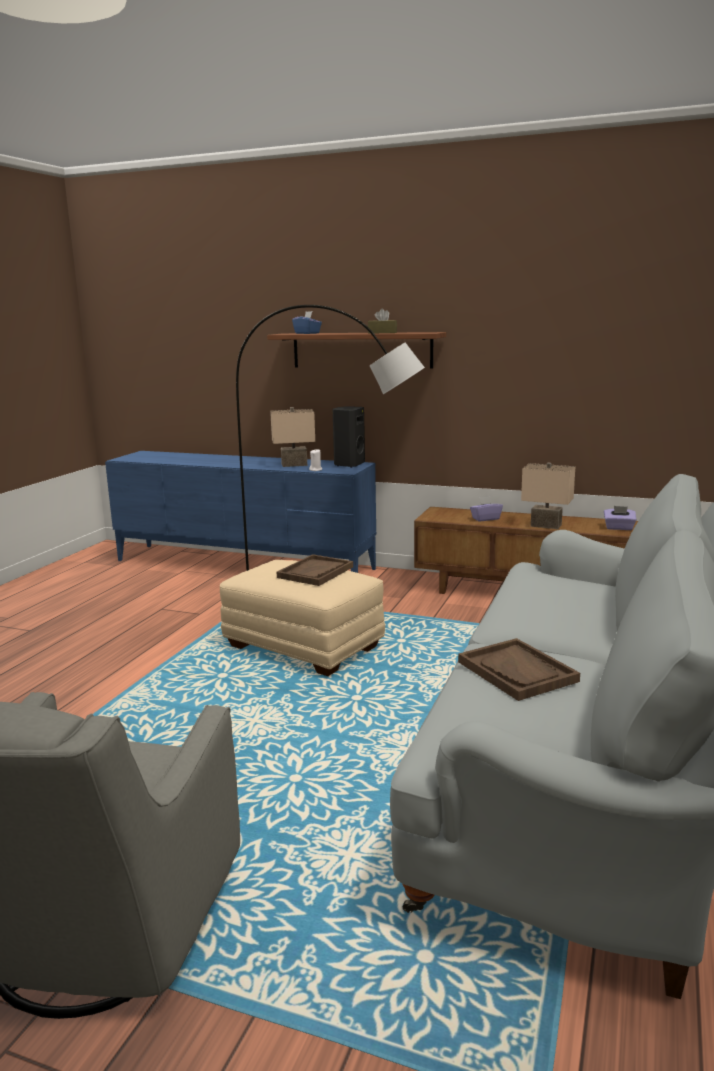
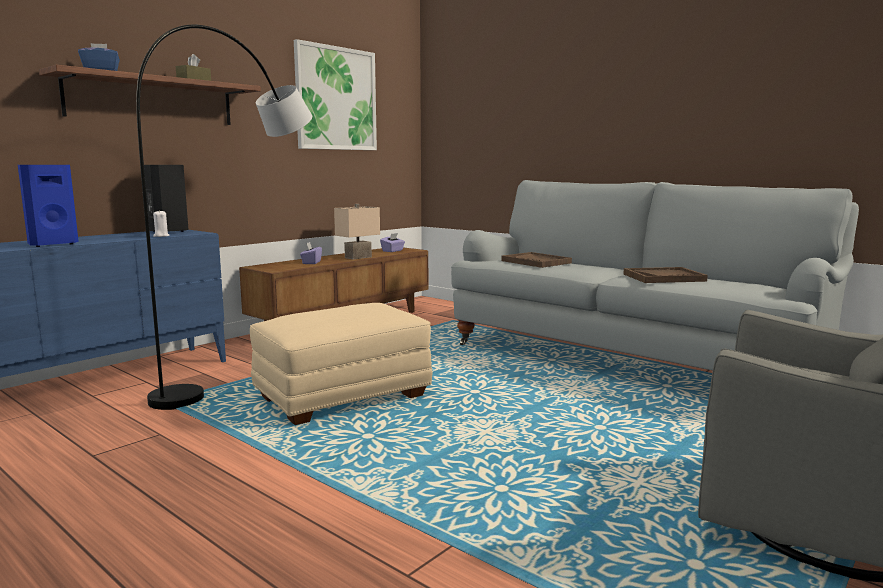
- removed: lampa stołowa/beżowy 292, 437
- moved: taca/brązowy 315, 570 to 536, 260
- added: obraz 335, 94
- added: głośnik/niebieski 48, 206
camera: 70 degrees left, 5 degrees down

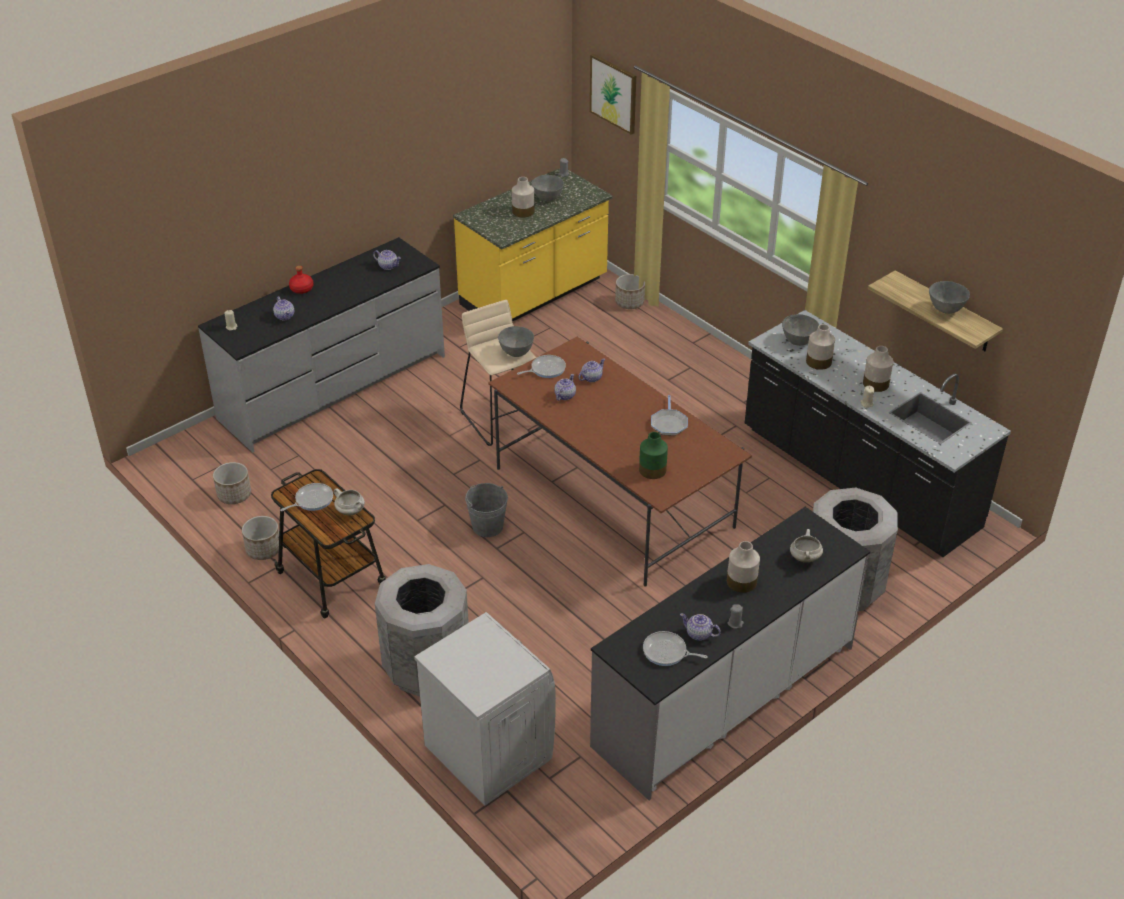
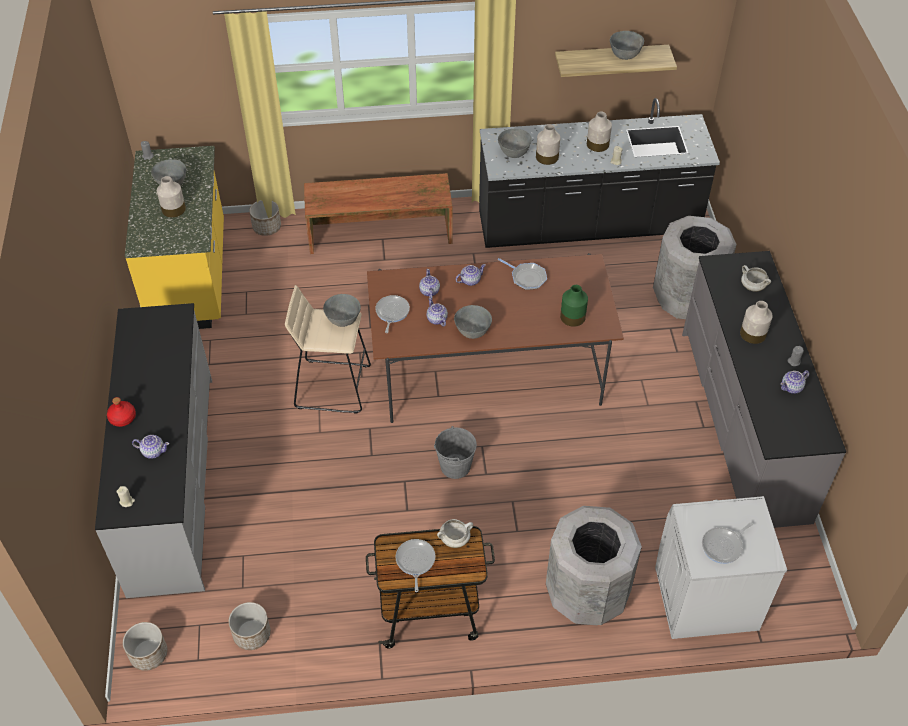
- removed: obraz 613, 94
- moved: imbryk 387, 260 to 471, 275
- moved: donica 260, 538 to 145, 646
- moved: patelnia 675, 648 to 727, 543
- added: ławka/brązowy 378, 213
- added: miska/szary 473, 322
camera: 55 degrees left, 10 degrees up

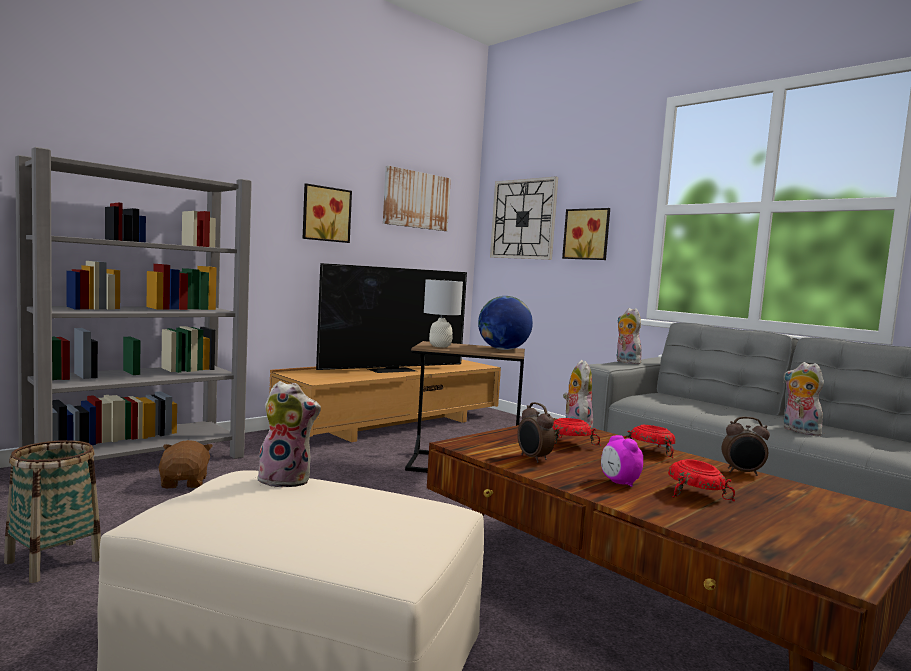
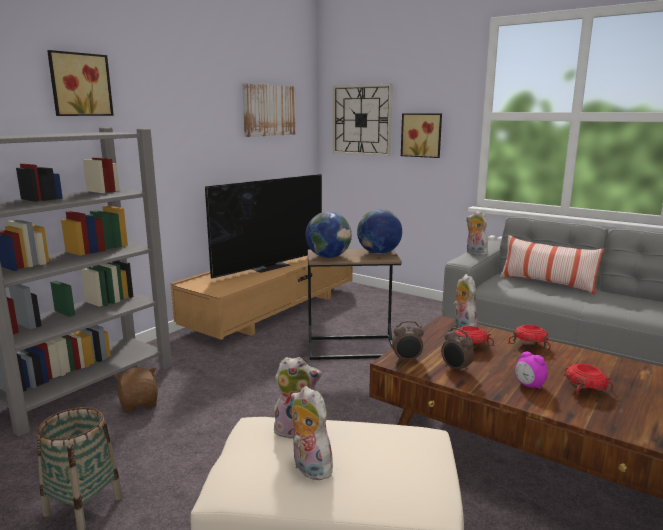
- moved: obraz 327, 213 to 80, 83
- replaced: lampa stołowa/szary 443, 313 to globus 329, 235
- moved: pluszak 804, 399 to 314, 433
- moved: budzik 746, 446 to 408, 341
- added: poduszka 552, 264
camera: 10 degrees left, 10 degrees up

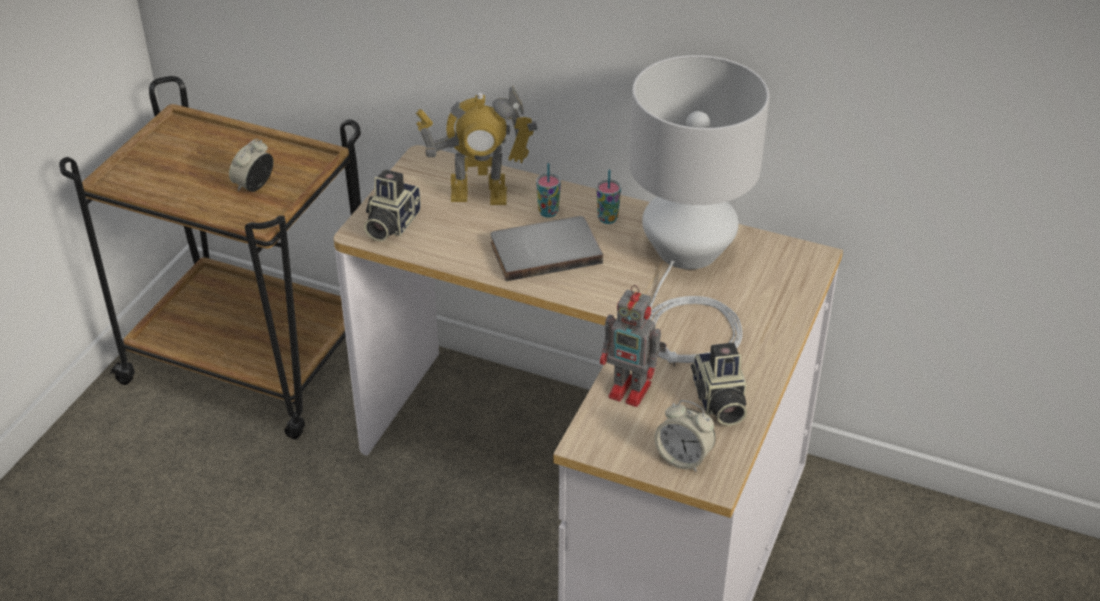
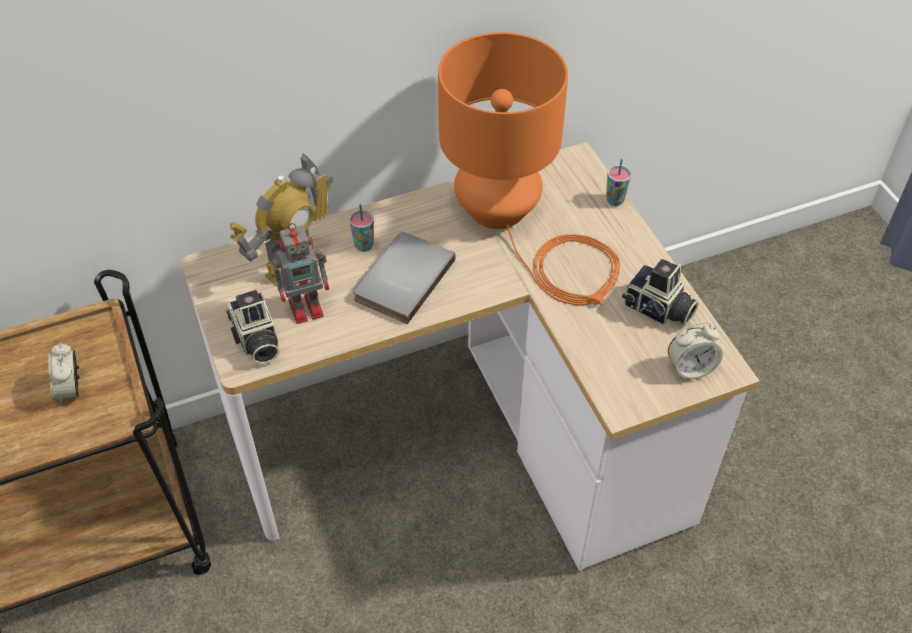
- recoloured: lampa stołowa/biały 699, 211 to lampa stołowa/pomarańczowy 529, 168
- moved: filiżanka 608, 196 to 618, 182
- moved: robot zabawkowy 633, 346 to 300, 273
camera: 45 degrees left, 10 degrees up

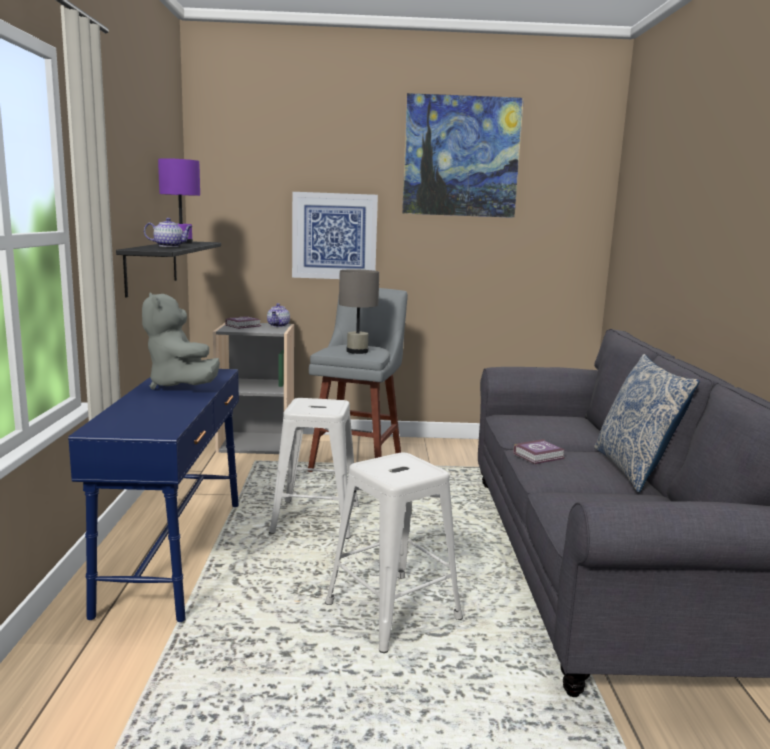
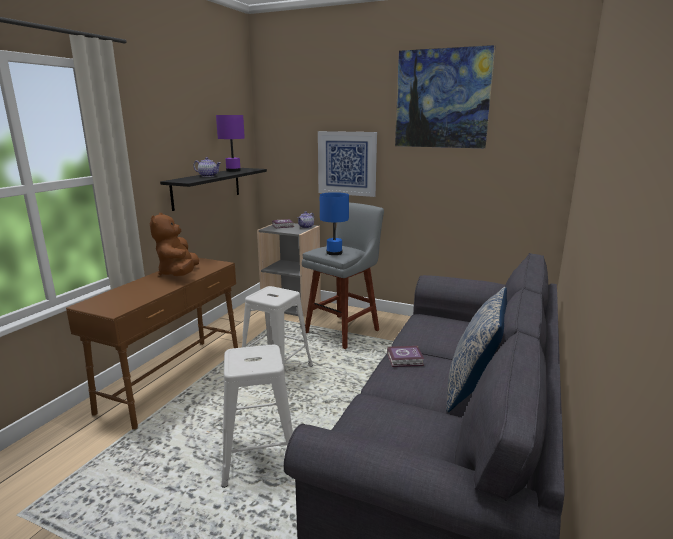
- recoloured: lampa stołowa/szary 359, 311 to lampa stołowa/niebieski 334, 223
- recoloured: pluszak/szary 181, 341 to pluszak/brązowy 174, 244
- recoloured: stolik konsolowy/niebieski 153, 495 to stolik konsolowy/brązowy 152, 344
camera: 25 degrees right, 5 degrees up

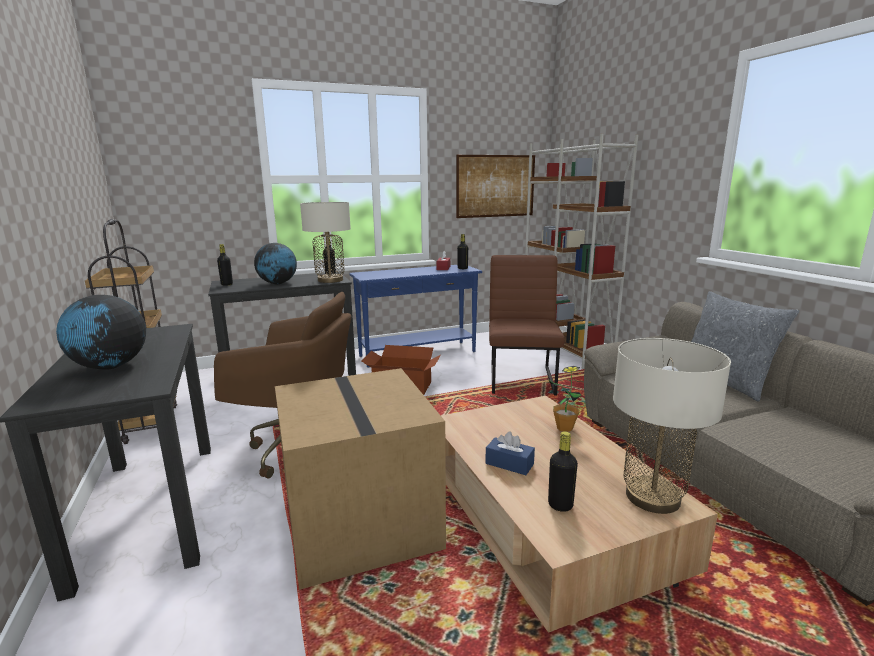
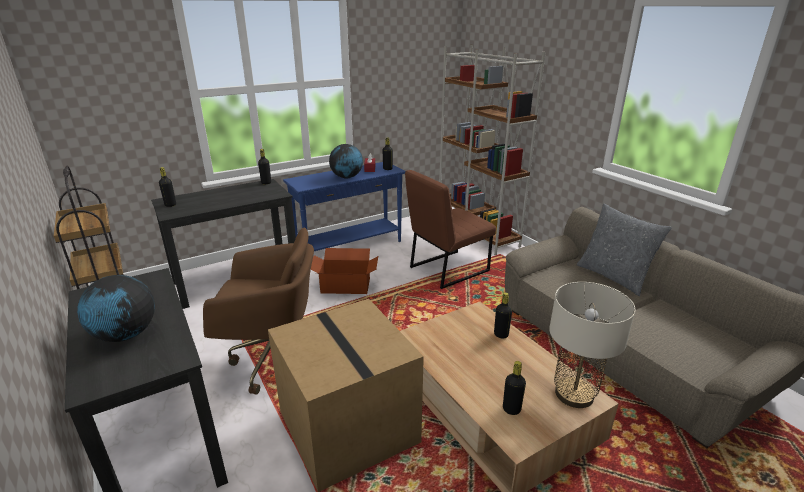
- removed: obraz 495, 186
- removed: lampa stołowa 325, 242
- moved: globus 275, 263 to 346, 161
- turned: krzesło/brązowy 526, 325 = 450, 229 120 degrees counterclockwise
- replaced: roślina doniczkowa 565, 399 to butelka/czarny 503, 315
- removed: pudełko chusteczek/niebieski 510, 453
camera: 10 degrees left, 10 degrees up

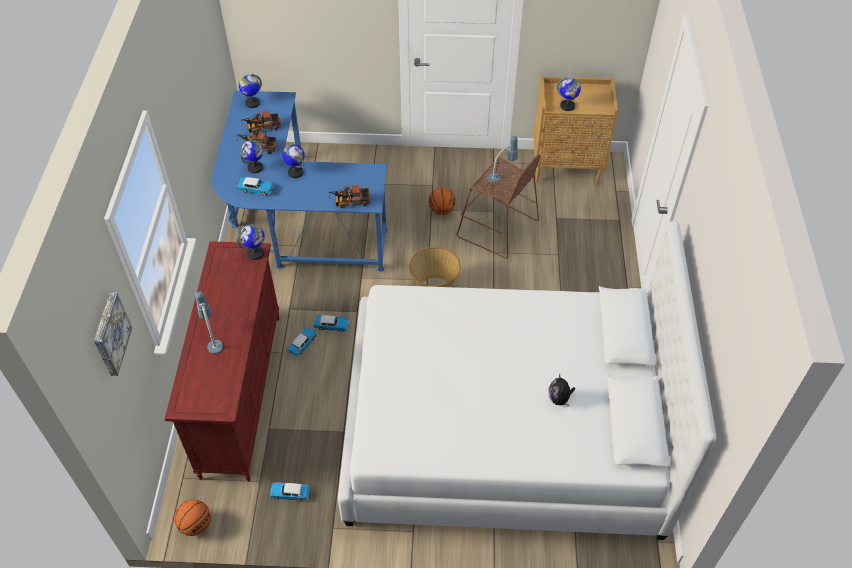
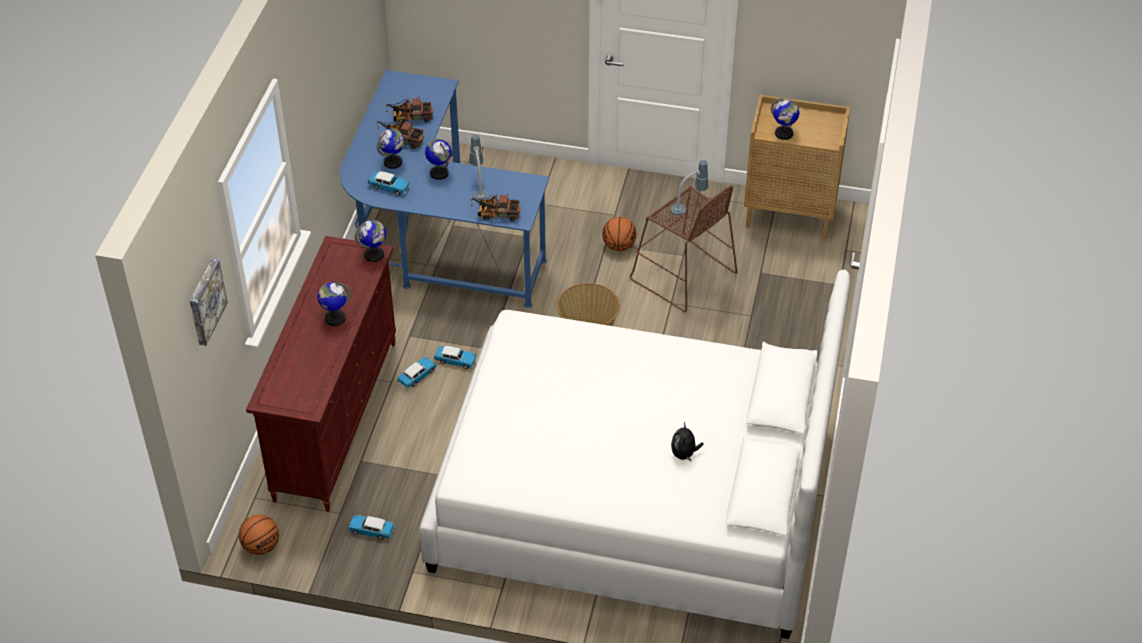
- moved: globus 250, 91 to 334, 304
- moved: lampa stołowa 209, 322 to 479, 167
camera: 10 degrees right, 5 degrees down

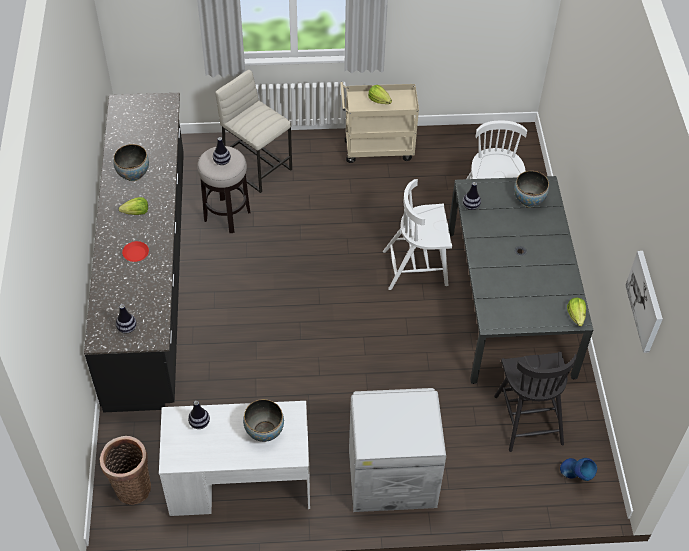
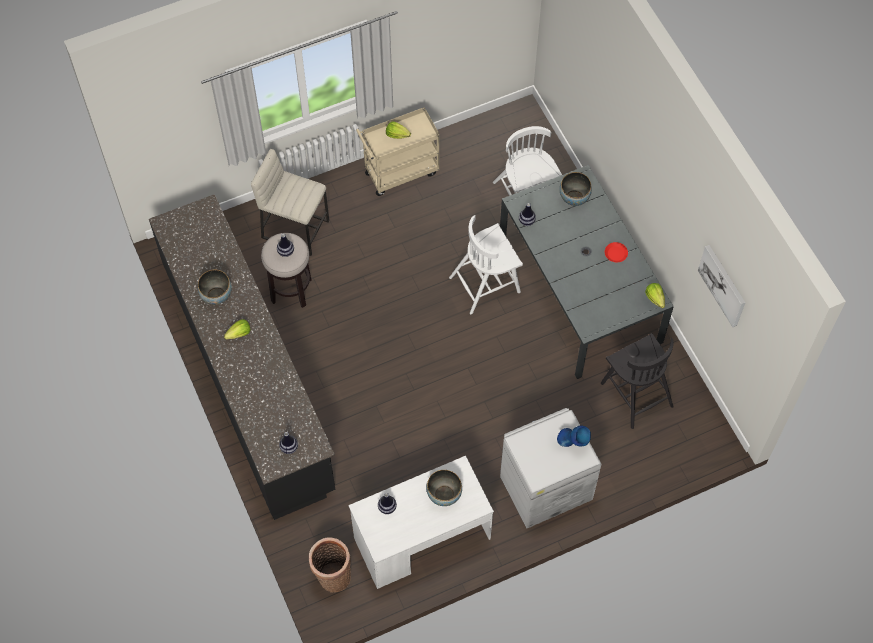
- moved: talerz/czerwony 135, 251 to 616, 252
- moved: wazon/niebieski 578, 469 to 574, 436
camera: 20 degrees left, 10 degrees up

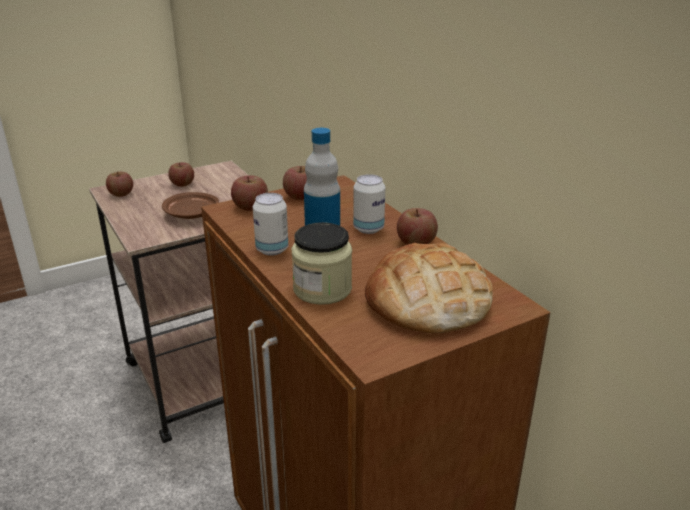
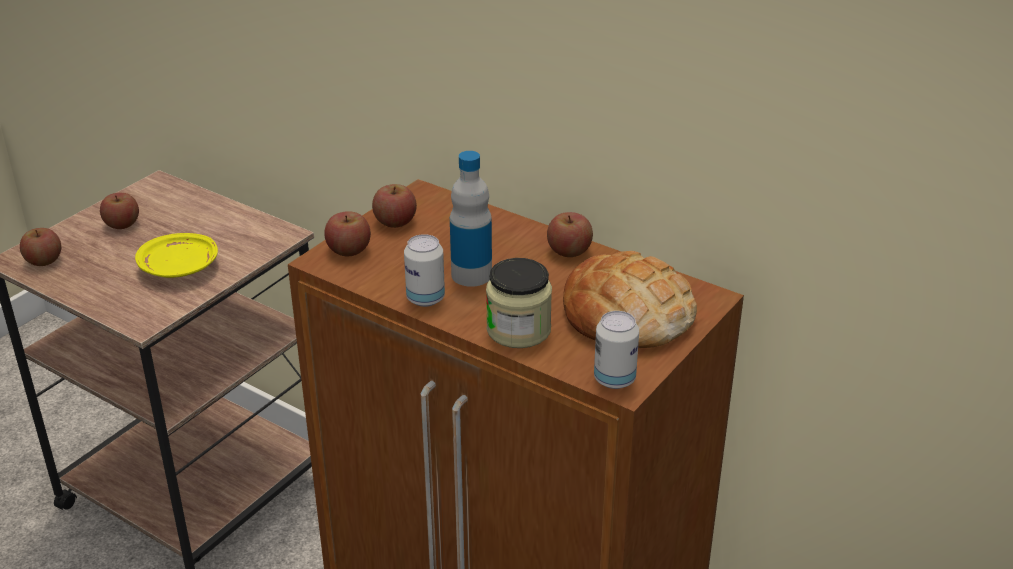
- moved: puszka 369, 204 to 616, 350
- recoloured: talerz/brązowy 190, 205 to talerz/żółty 176, 255
camera: 25 degrees left, 5 degrees up

